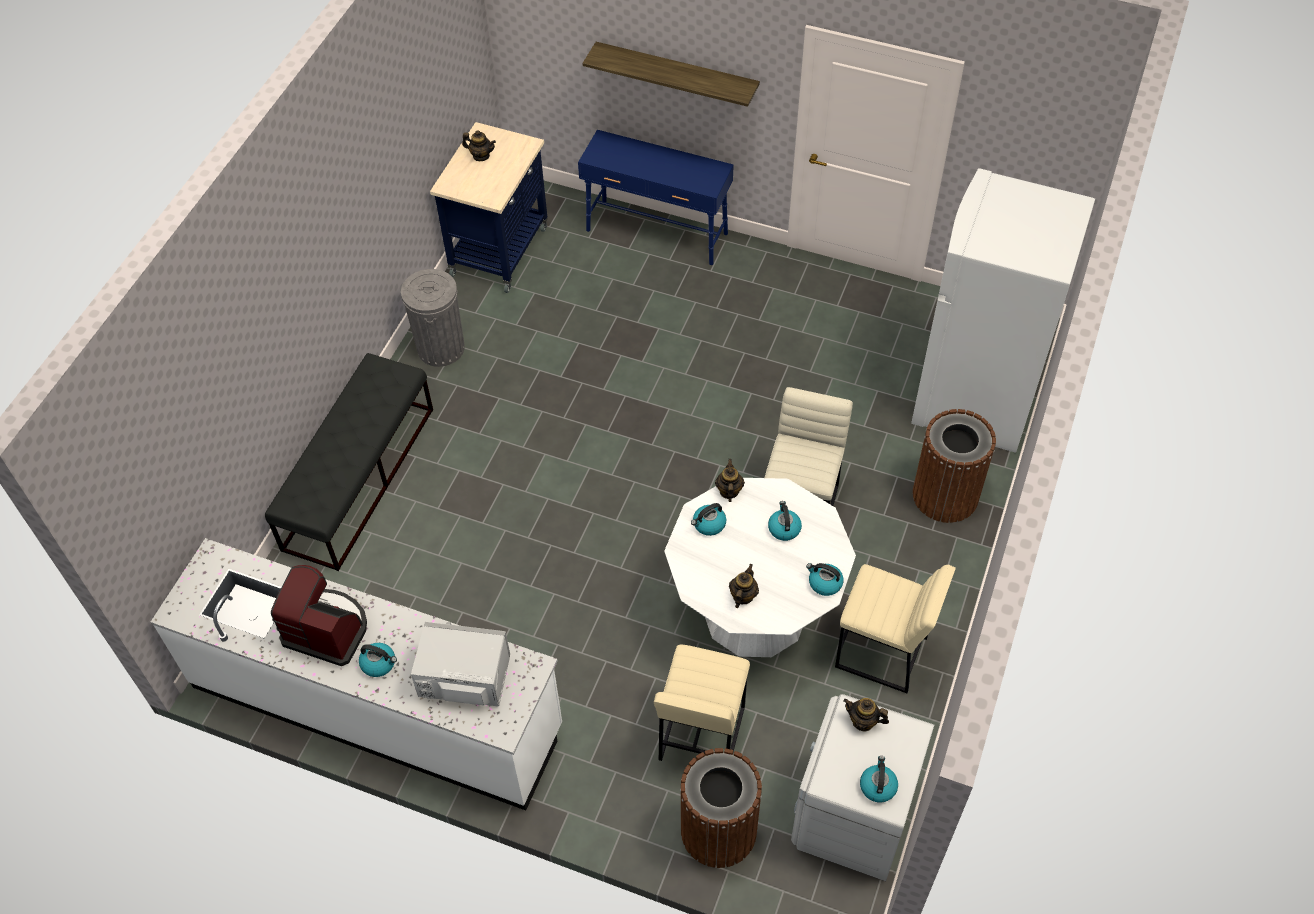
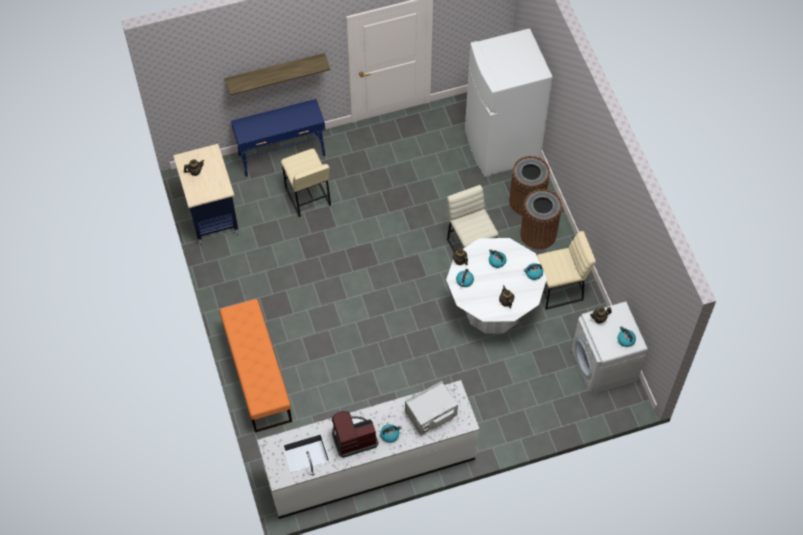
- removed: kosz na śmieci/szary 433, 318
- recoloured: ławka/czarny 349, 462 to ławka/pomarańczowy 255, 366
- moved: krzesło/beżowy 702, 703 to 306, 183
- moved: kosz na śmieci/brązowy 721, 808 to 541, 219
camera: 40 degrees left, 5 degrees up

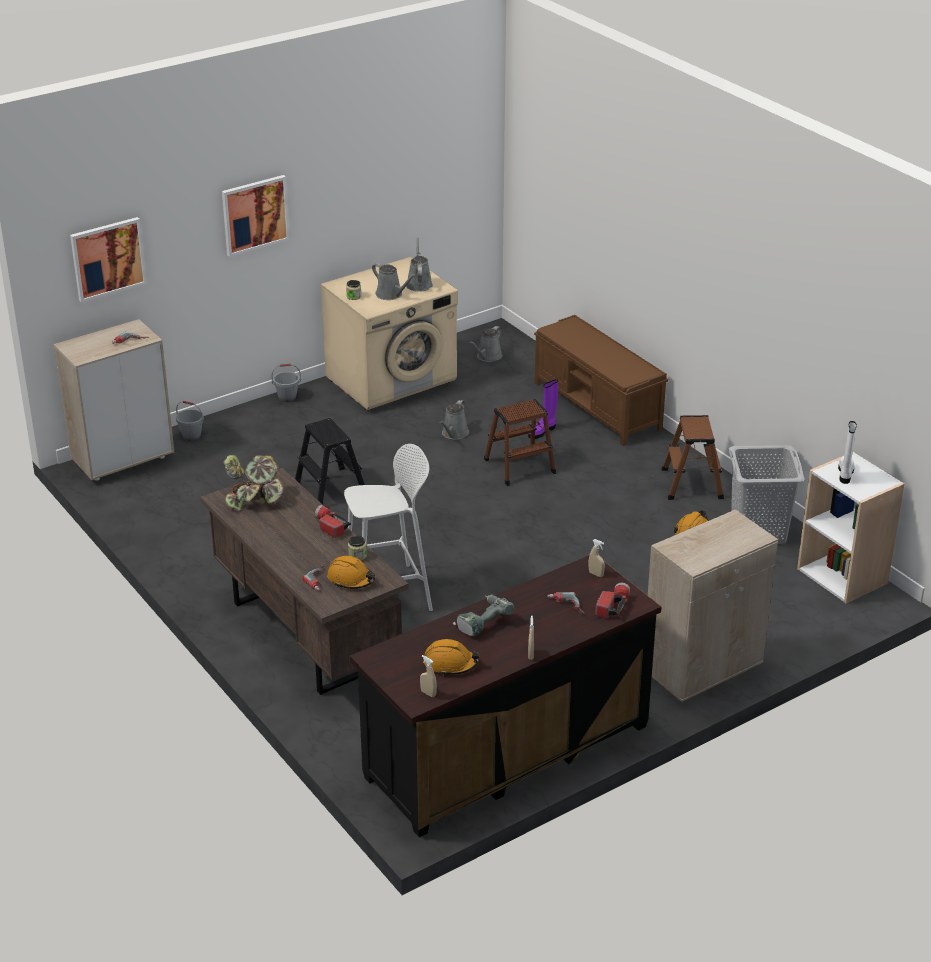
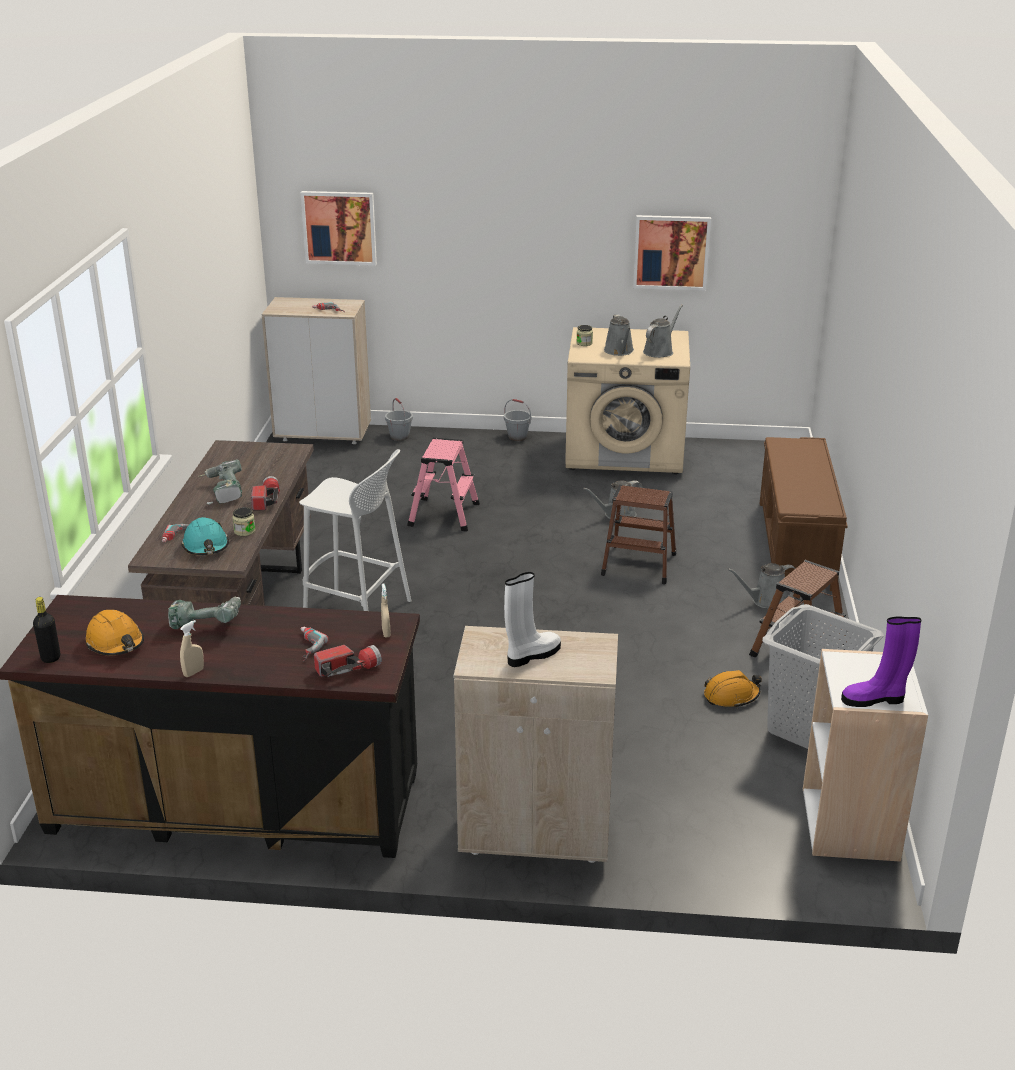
- moved: obraz 256, 216 to 672, 253
- moved: konewka/szary 486, 344 to 761, 585
- moved: but z cholewką/fioletowy 543, 409 to 881, 662
- recoloured: drabinka/czarny 330, 461 to drabinka/różowy 443, 485
- moved: but z cholewką/biały 847, 452 to 532, 619
- removed: roślina doniczkowa 253, 483
- recoloured: kask/pomarańczowy 351, 572 to kask/turkusowy 205, 536
- replaced: spryskiwacz/beżowy 428, 676 to butelka/czarny 46, 630
- added: wiertarka 220, 482
camera: 40 degrees right, 5 degrees down

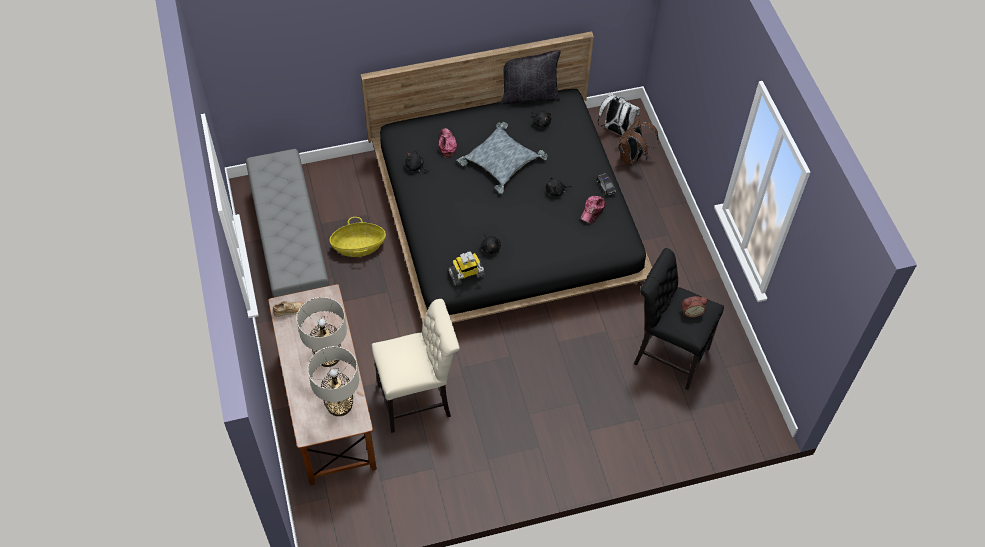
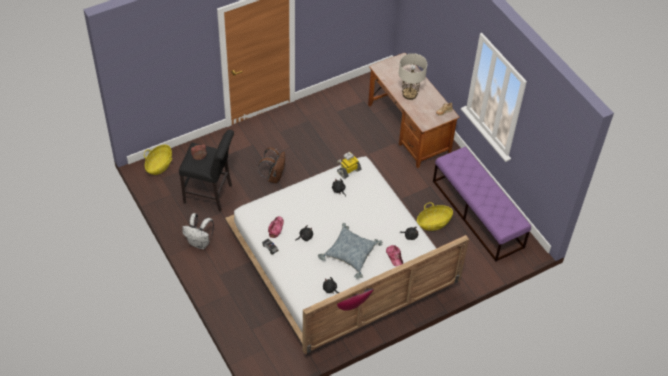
- recoloured: łóżko/czarny 506, 177 to łóżko/biały 347, 255
- moved: plecak/biały 619, 114 to 198, 231
- moved: plecak/brązowy 639, 142 to 271, 165
- recoloured: ławka/szary 287, 223 to ławka/fioletowy 482, 204
- removed: stołek/beżowy 416, 366
- removed: lampa stołowa 333, 381
- added: koszyk 158, 160
camera: 165 degrees right, 5 degrees down

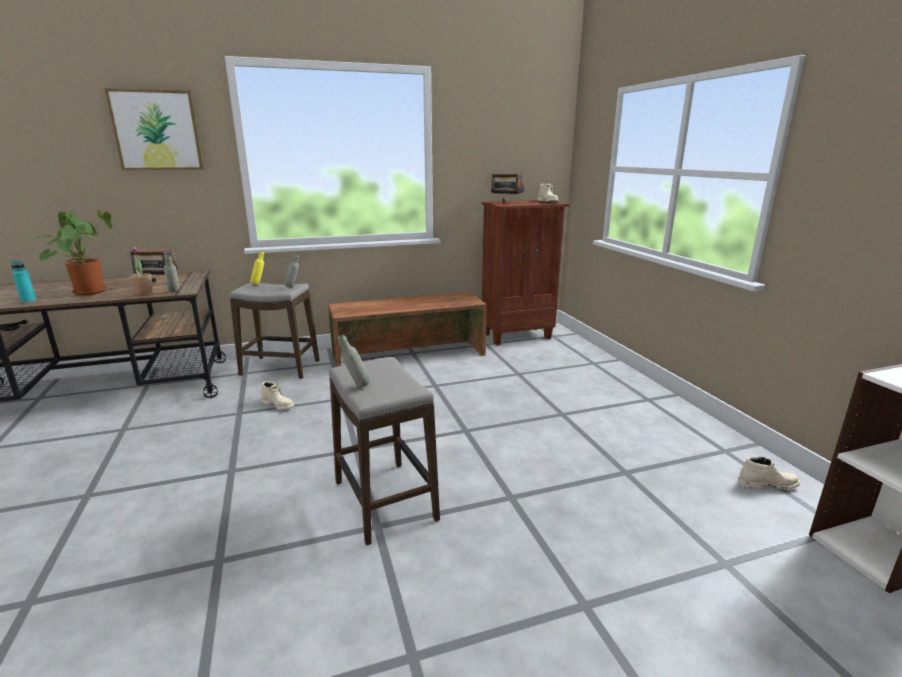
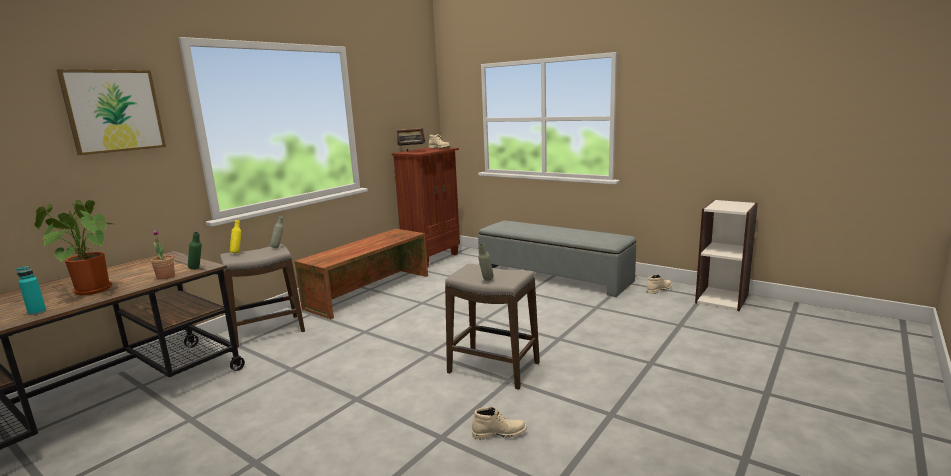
- removed: radio 154, 262
- recoloured: butelka/szary 171, 273 to butelka/zielony 195, 250
- moved: but z cholewką/beżowy 277, 395 to 499, 423
- added: ławka/szary 557, 259
camera: 35 degrees left, 5 degrees down

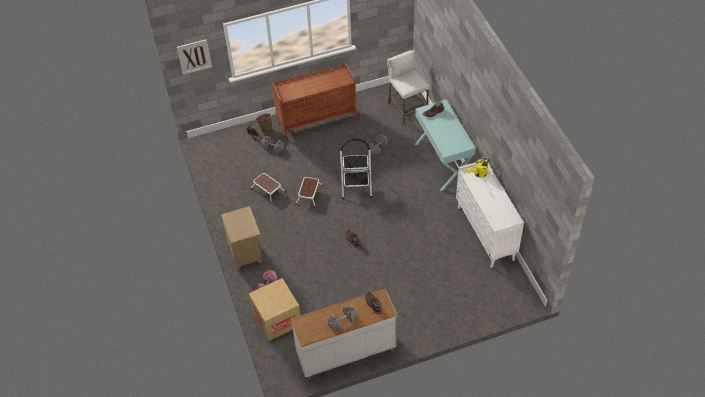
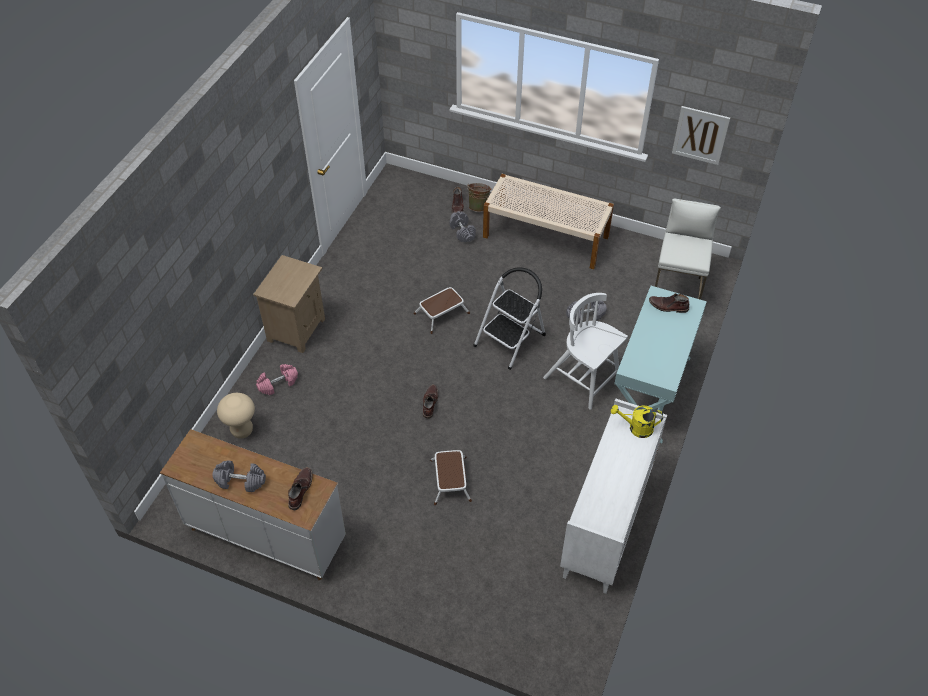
- moved: obraz 194, 57 to 701, 135
- replaced: szafka/brązowy 314, 101 to ławka/beżowy 548, 222
- moved: drabinka/brązowy 268, 188 to 451, 477
- replaced: karton 275, 309 to stołek/beżowy 236, 416
- added: krzesło/biały 585, 351
camera: 40 degrees right, 0 degrees up

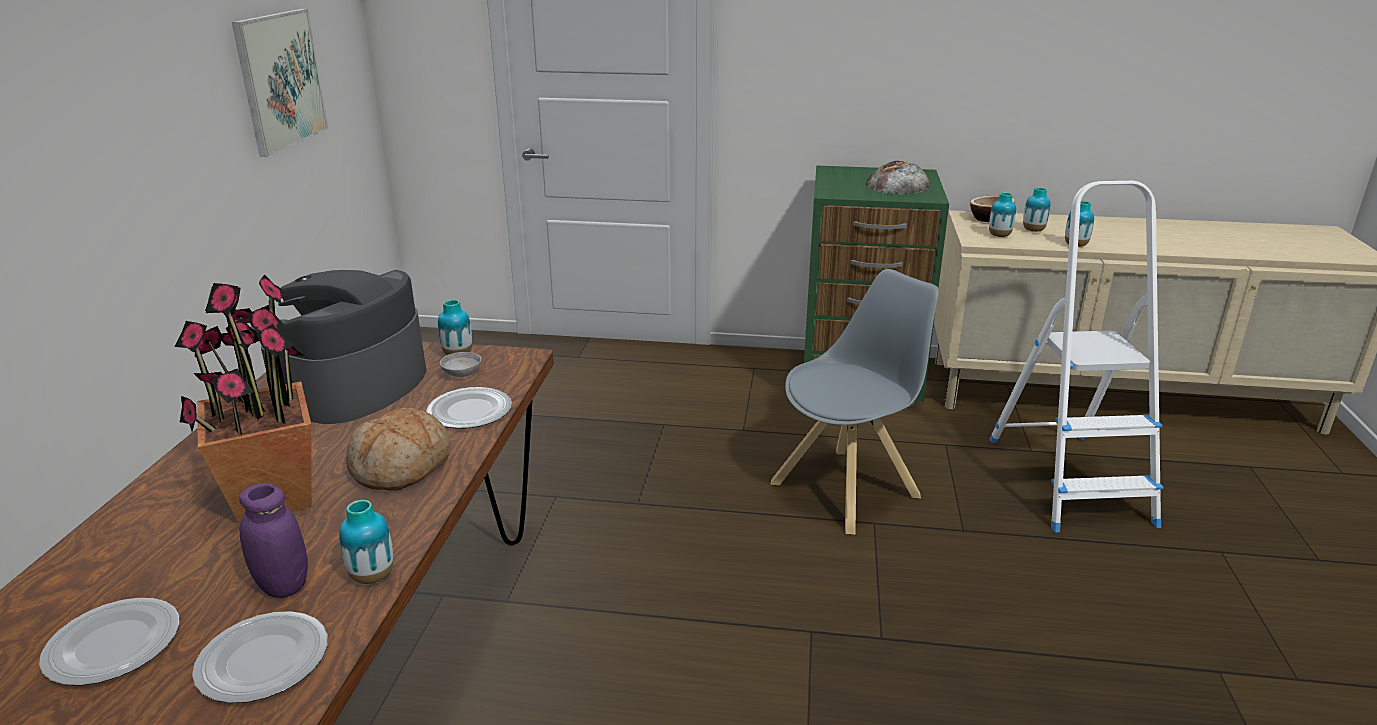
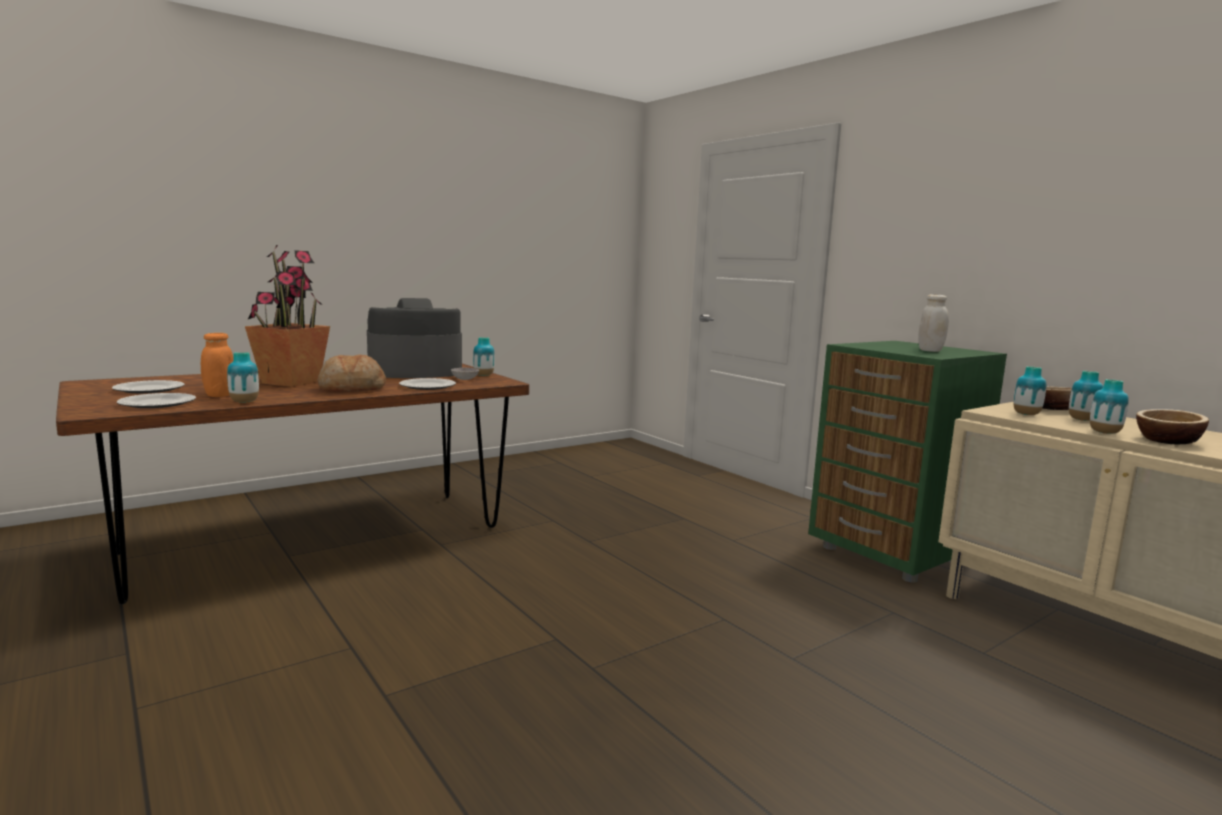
- removed: obraz 280, 83
- replaced: chleb 897, 178 to słoik/biały 933, 323
- removed: drabinka/biały 1076, 357
- removed: krzesło/szary 855, 402
- recoloured: słoik/fioletowy 273, 540 to słoik/pomarańczowy 217, 365
- added: miska 1172, 427
camera: 45 degrees right, 15 degrees down

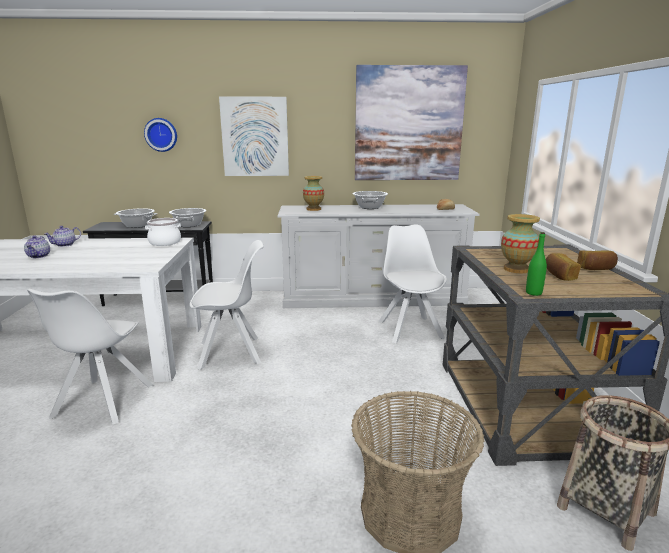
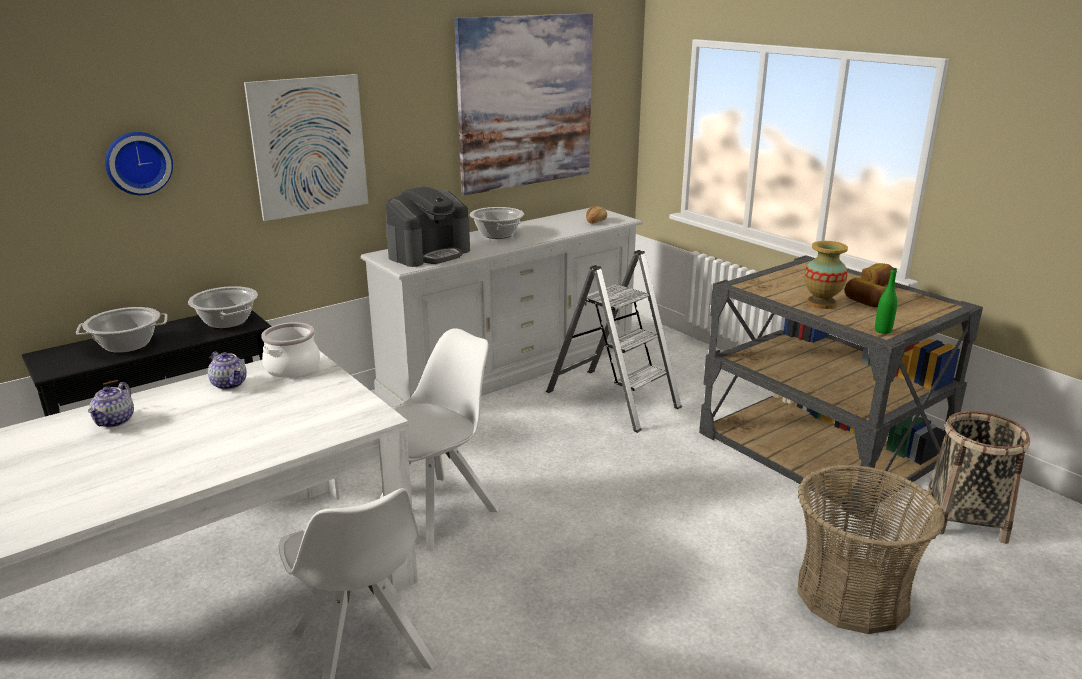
- replaced: wazon 313, 193 to ekspres do kawy 428, 226
- replaced: krzesło/biały 412, 284 to drabinka/szary 614, 341
- moved: imbryk 37, 246 to 227, 370
camera: 35 degrees left, 5 degrees up

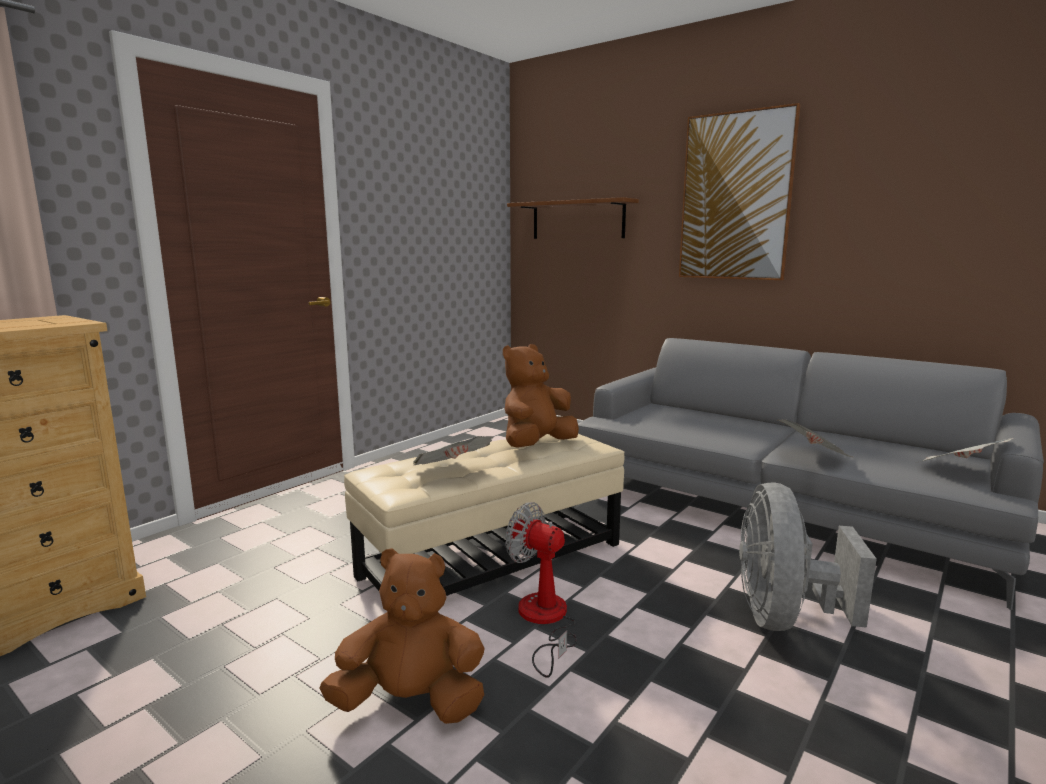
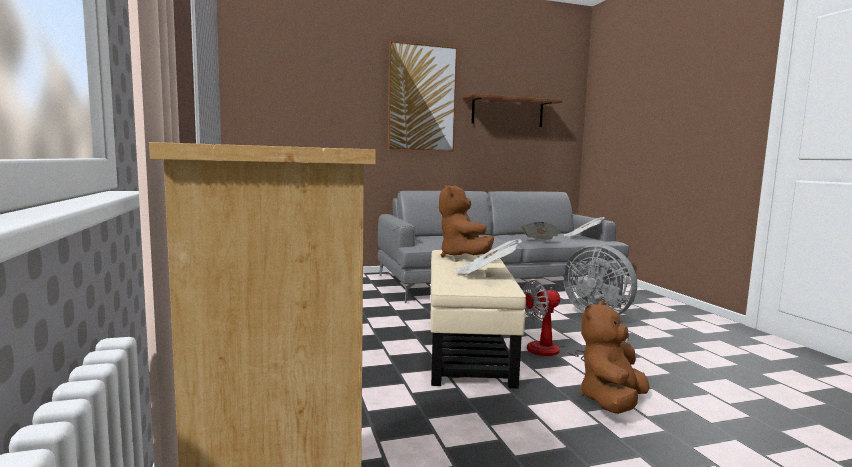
- moved: półka/brązowy 573, 218 to 513, 110
camera: 55 degrees left, 5 degrees down

